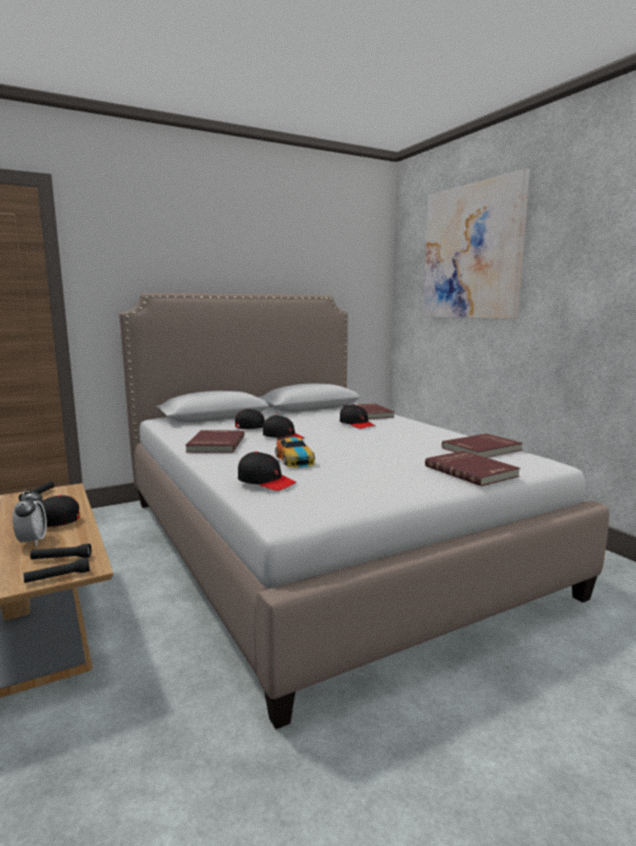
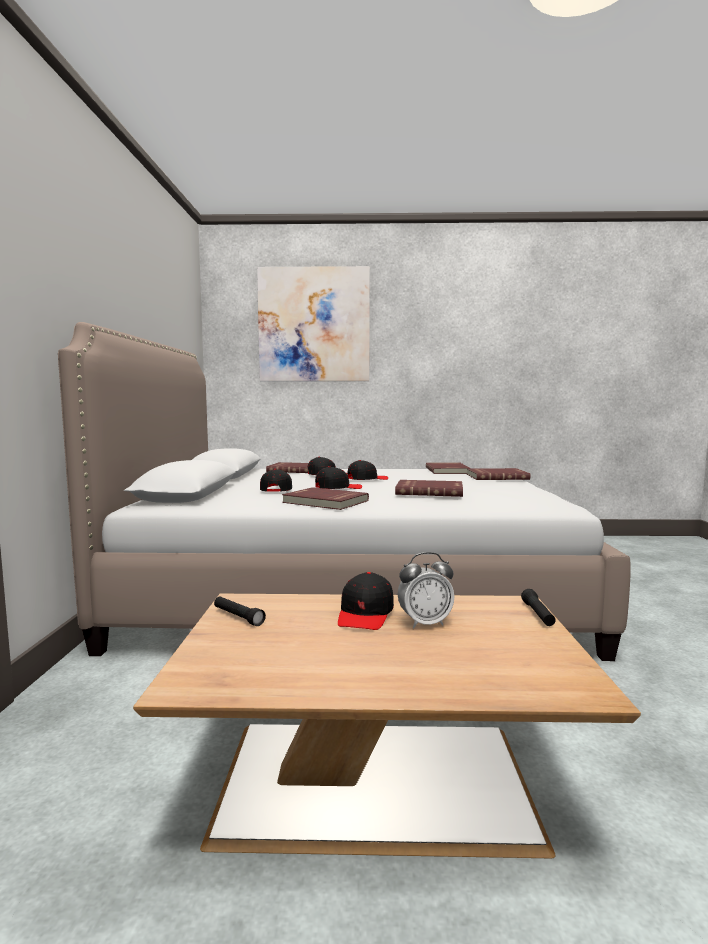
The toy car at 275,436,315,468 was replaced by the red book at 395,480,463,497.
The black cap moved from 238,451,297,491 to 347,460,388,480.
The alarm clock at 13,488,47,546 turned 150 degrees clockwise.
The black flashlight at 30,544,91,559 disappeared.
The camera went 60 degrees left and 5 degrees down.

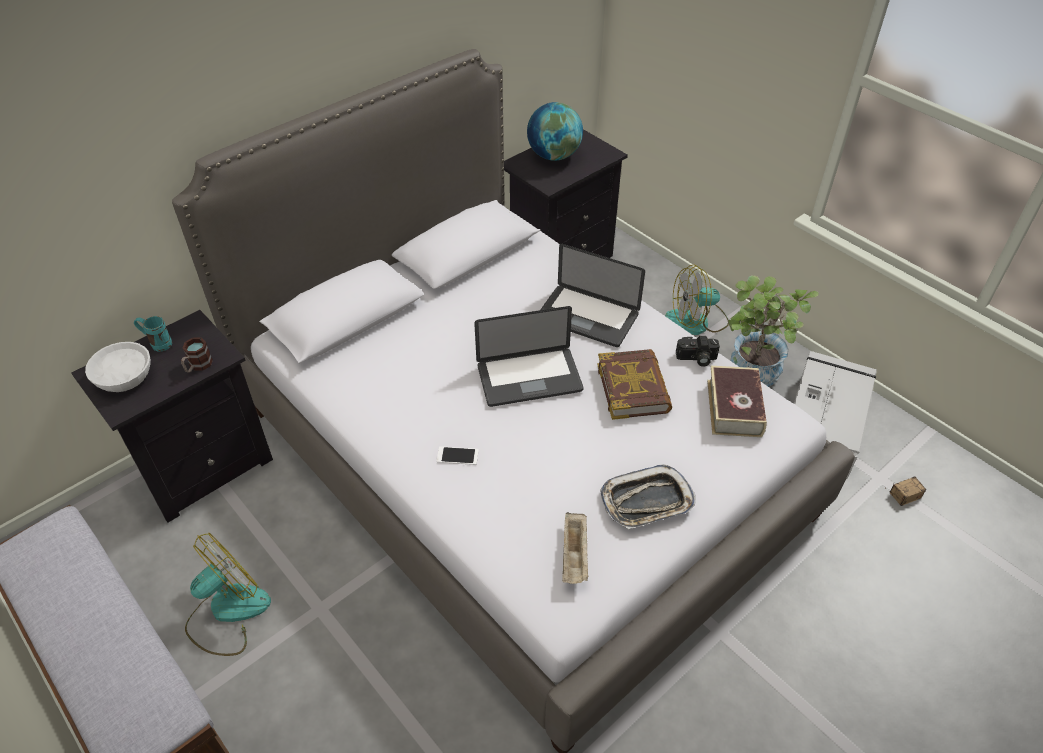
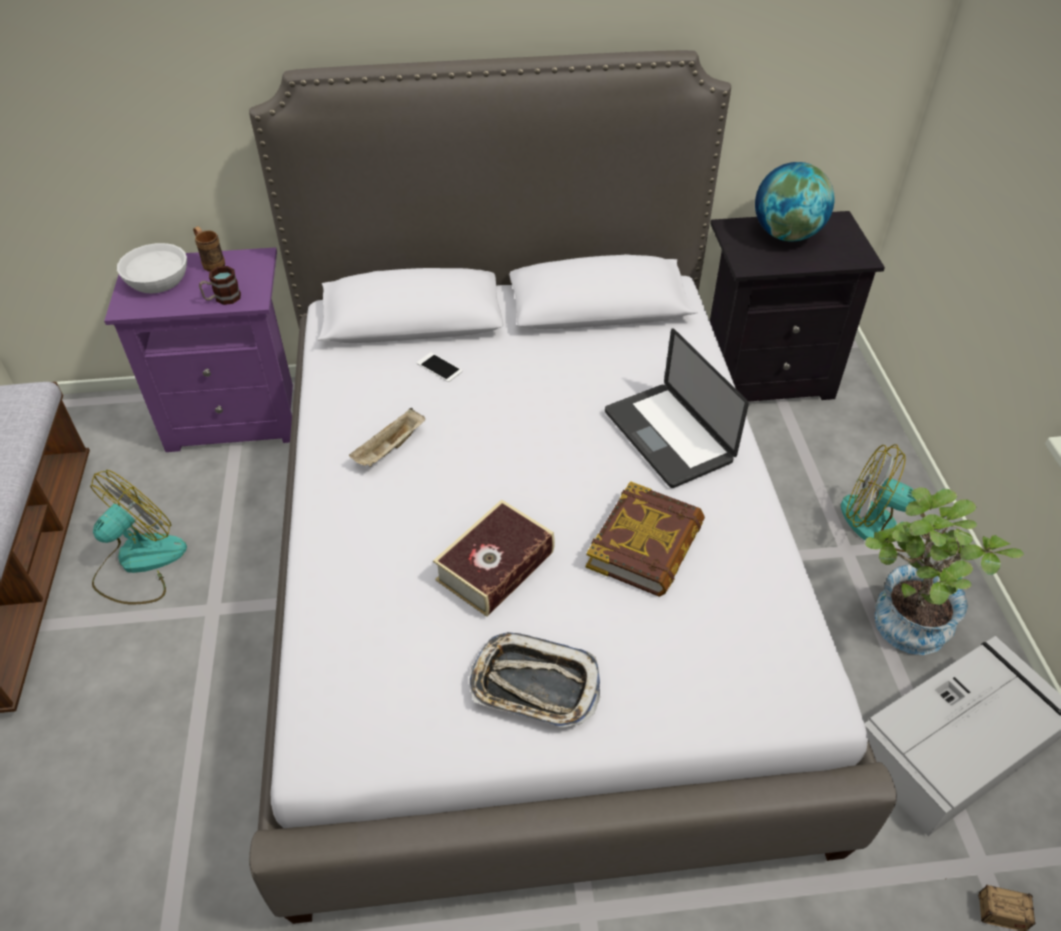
The laptop at 474,306,583,407 disappeared.
The black nightstand at 71,310,273,523 became the purple nightstand at 104,247,293,452.
The turquoise mug at 134,316,172,352 became the brown mug at 193,226,225,272.
The photo camera at 676,336,720,367 disappeared.
The book moved from 707,366,767,437 to 433,499,555,617.
The phone moved from 436,446,479,465 to 417,352,463,382.
The beige tray moved from 562,512,588,584 to 349,408,425,467.
The fan at 185,532,271,656 turned 45 degrees counterclockwise.
The camera went 35 degrees right and 0 degrees up.

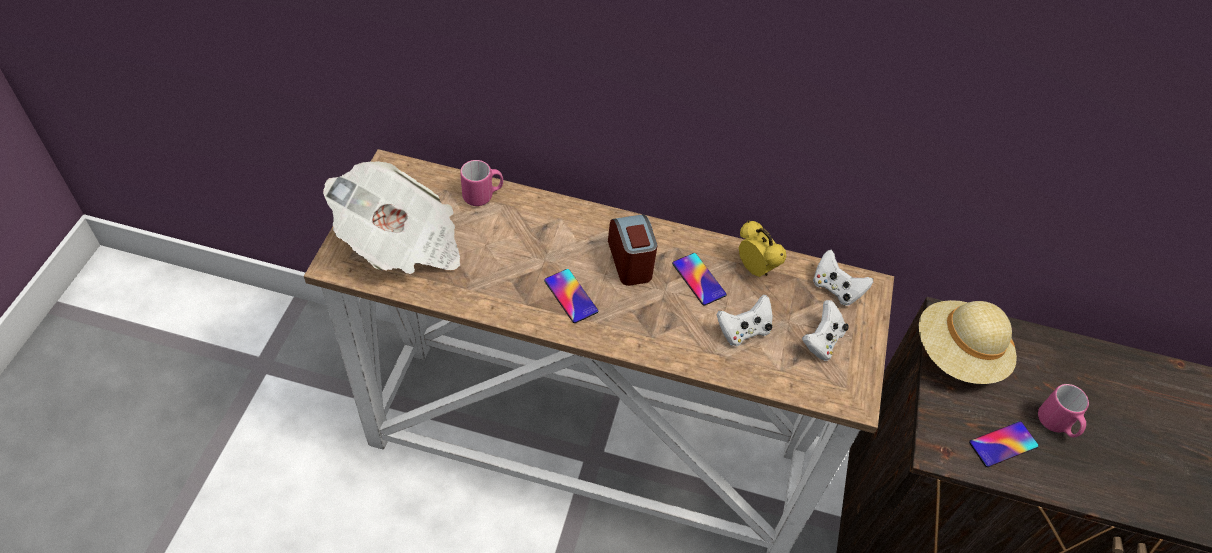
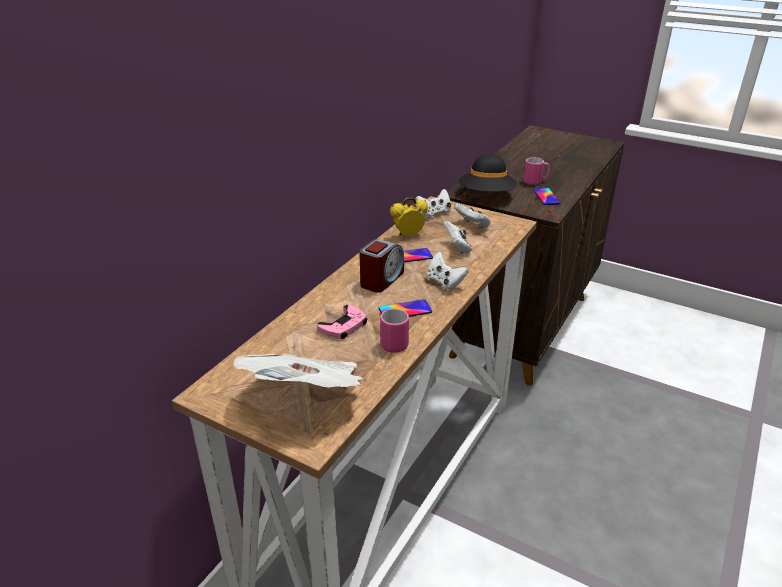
The pink mug moved from 460,160,503,206 to 380,309,409,353.
The alarm clock at 608,214,658,286 turned 120 degrees clockwise.
The beige hat at 919,300,1017,384 became the black hat at 459,155,517,192.
The white game controller at 426,252,468,291 appeared.
The pink game controller at 317,305,367,339 appeared.
The camera went 70 degrees left and 20 degrees down.

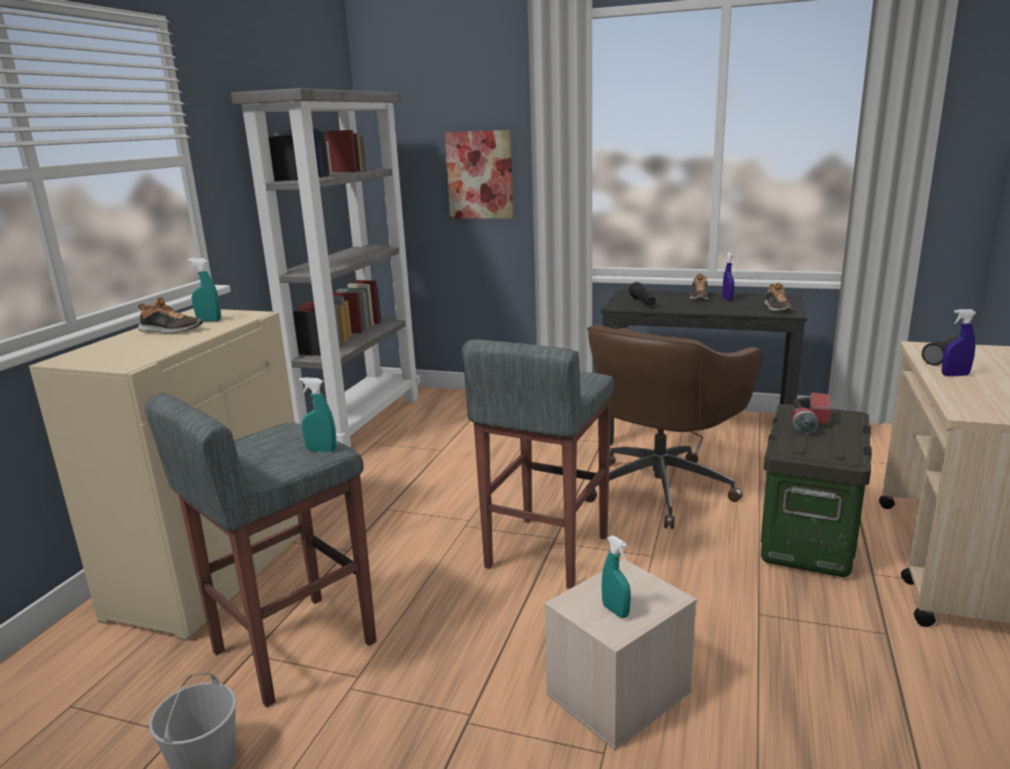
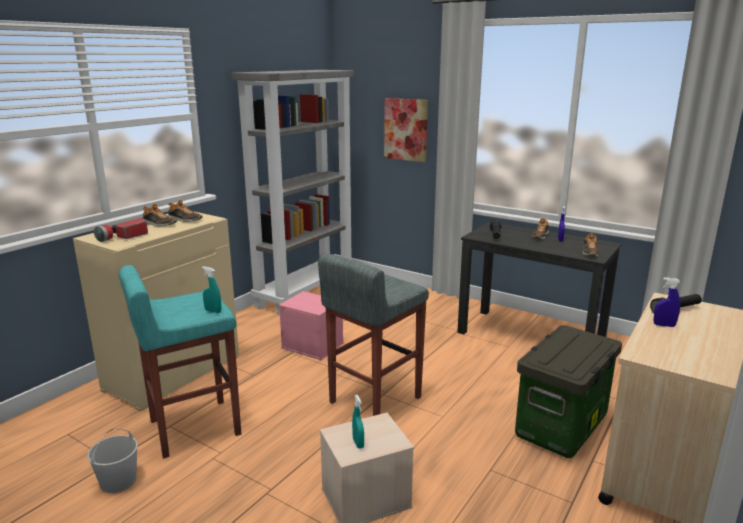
The turquoise spray bottle at 188,258,221,321 was replaced by the shoe at 168,200,203,222.
The brown office chair at 585,325,763,529 disappeared.
The flashlight moved from 791,393,832,434 to 94,218,148,242.
The grey stool at 145,394,376,708 became the turquoise stool at 119,265,241,459.
The pink storage box at 279,291,344,360 appeared.
The camera went 15 degrees right and 0 degrees up.

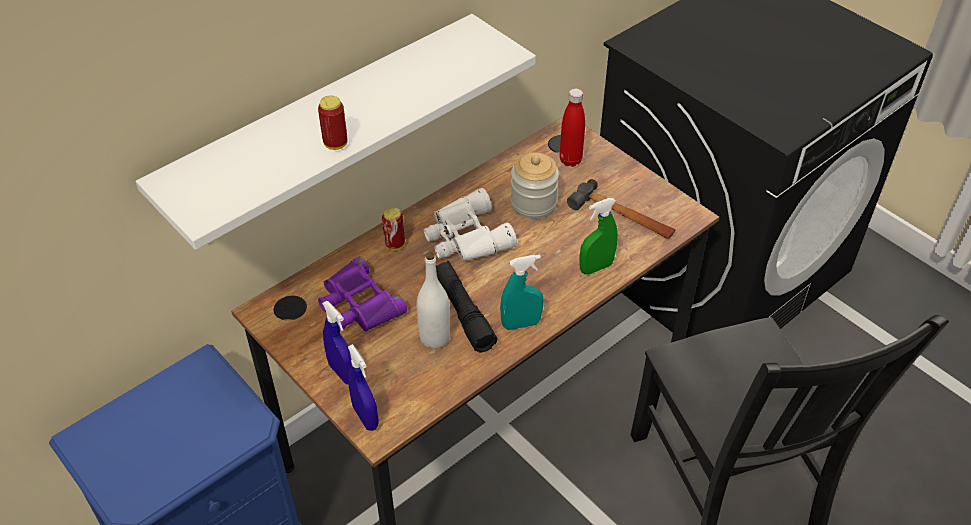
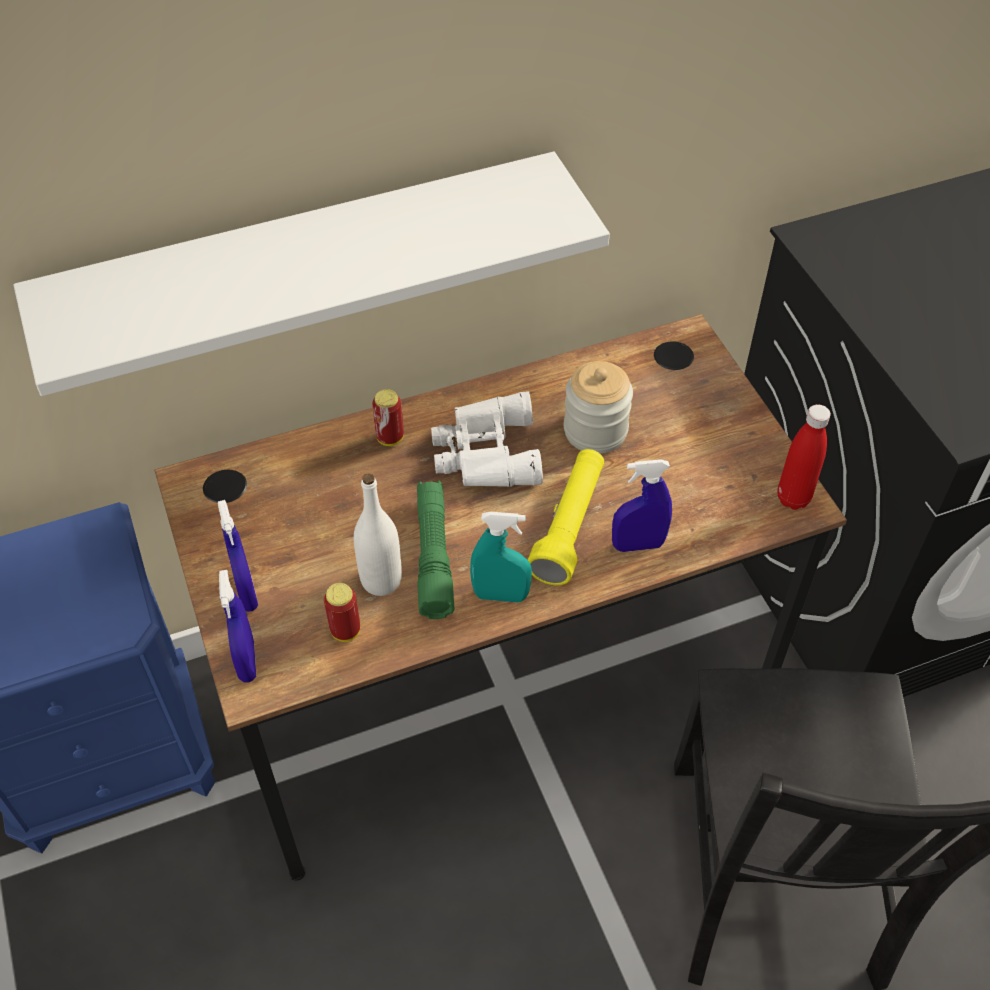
The red bottle moved from 560,88,585,167 to 777,405,831,510.
The can moved from 318,95,347,150 to 324,583,360,642.
The hammer at 567,179,676,239 disappeared.
The green spray bottle at 580,198,618,274 became the blue spray bottle at 612,459,672,552.
The purple binoculars at 318,256,407,332 disappeared.
The black flashlight at 436,261,497,352 became the green flashlight at 417,480,454,619.
The yellow flashlight at 528,449,604,585 appeared.
The camera went 20 degrees right and 5 degrees up.

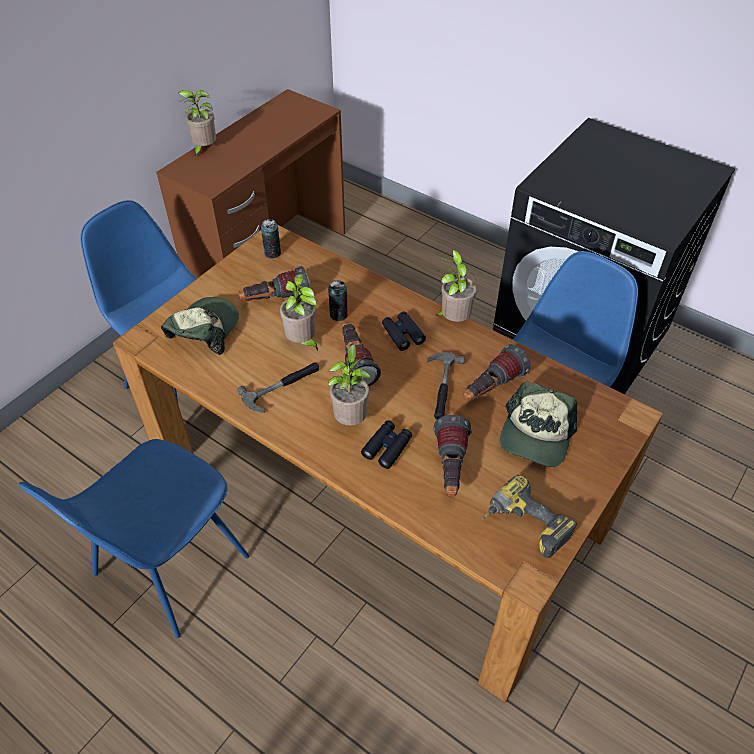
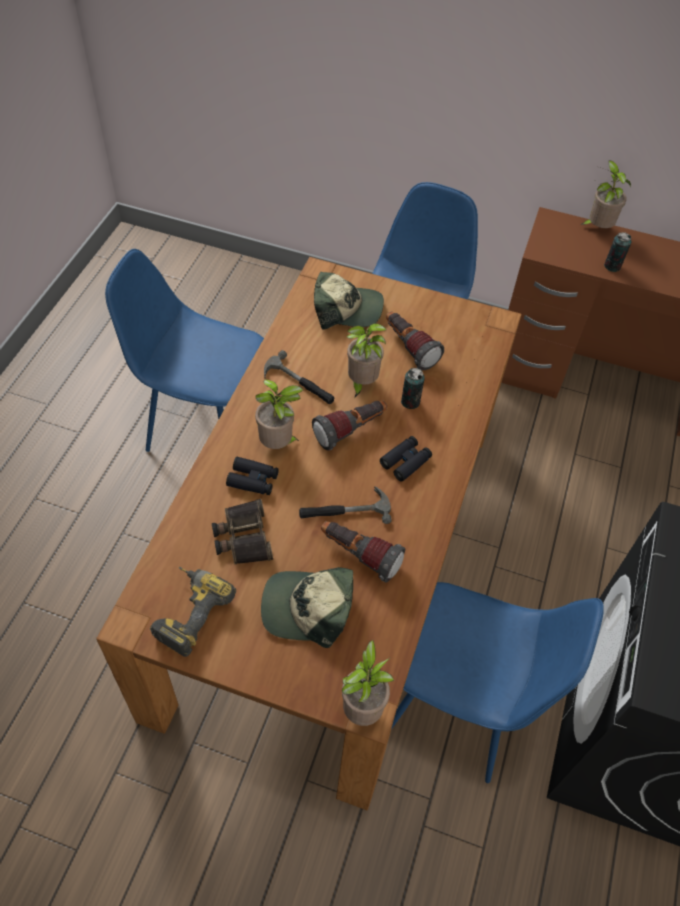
The can moved from 261,219,281,259 to 604,232,632,272.
The potted plant moved from 436,250,477,322 to 342,640,394,726.
The flashlight at 433,415,472,497 was replaced by the binoculars at 212,499,273,564.
The camera went 70 degrees right and 5 degrees up.

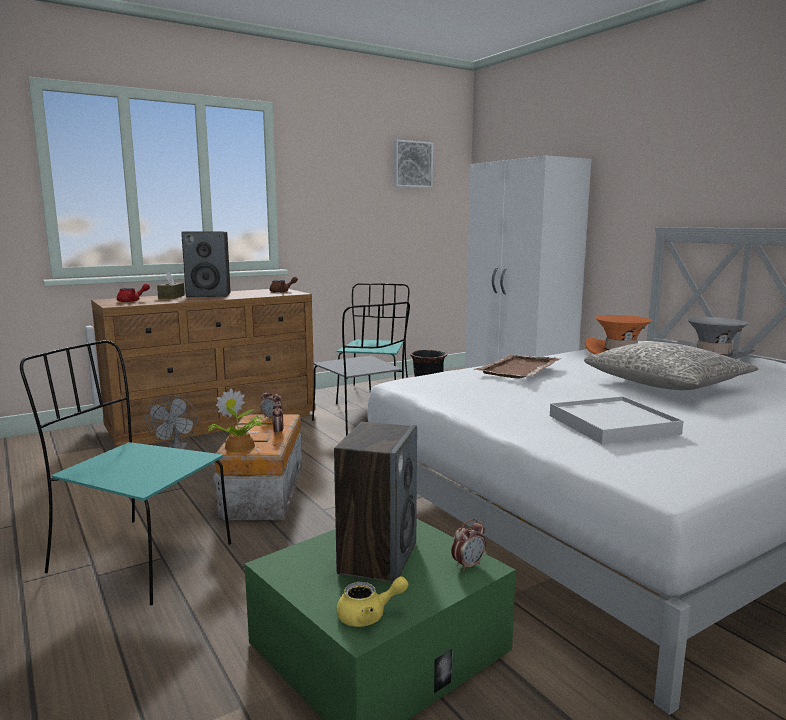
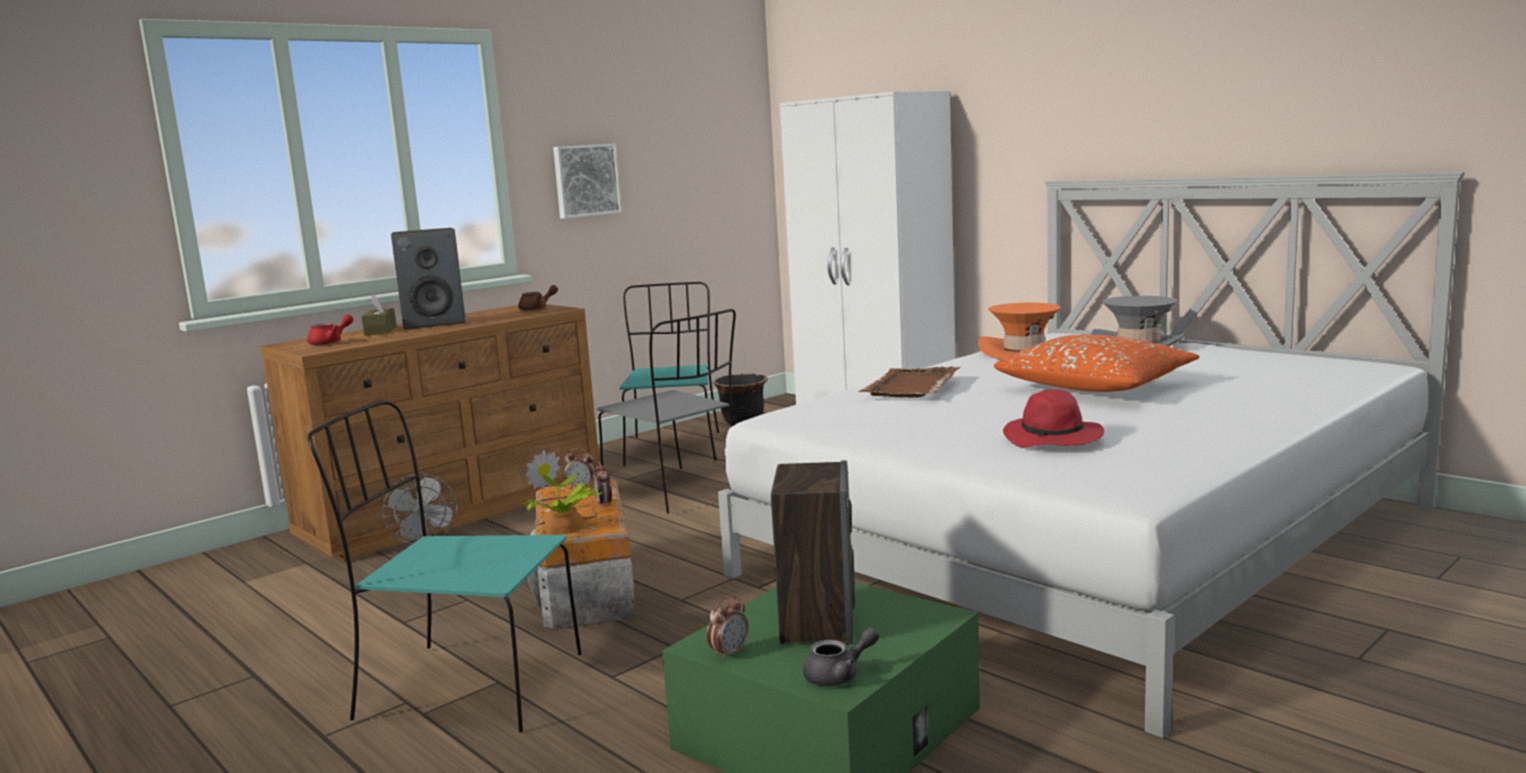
The picture moved from 394,140,433,188 to 553,144,622,219.
The grey pillow at 584,342,759,390 became the orange pillow at 994,335,1200,392.
The white tray at 550,396,683,444 was replaced by the red hat at 1003,389,1104,447.
The alarm clock moved from 451,519,486,571 to 707,595,748,661.
The yellow teapot at 336,576,408,627 became the grey teapot at 803,627,880,686.
The camera went 10 degrees left and 0 degrees up.

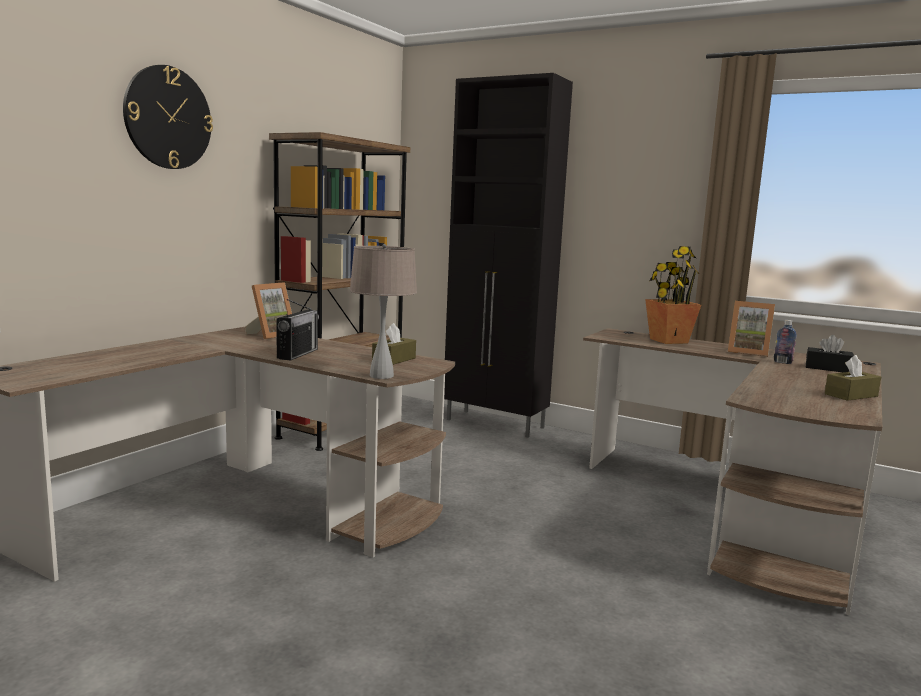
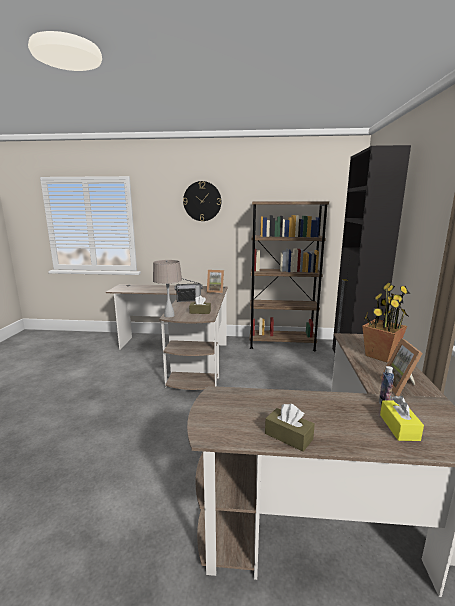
The black tissue box at 806,335,854,372 became the yellow tissue box at 380,396,424,441.
The camera went 65 degrees right and 5 degrees up.

